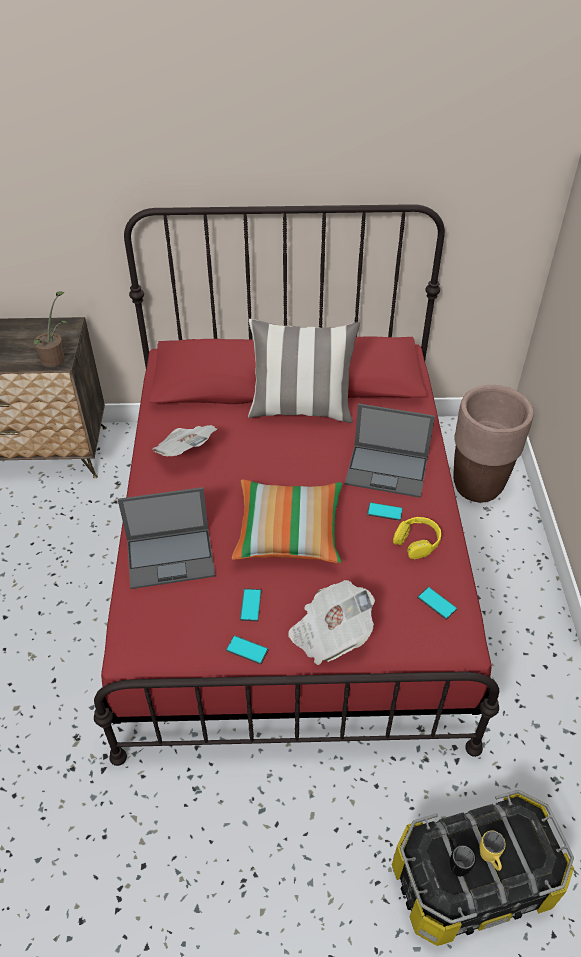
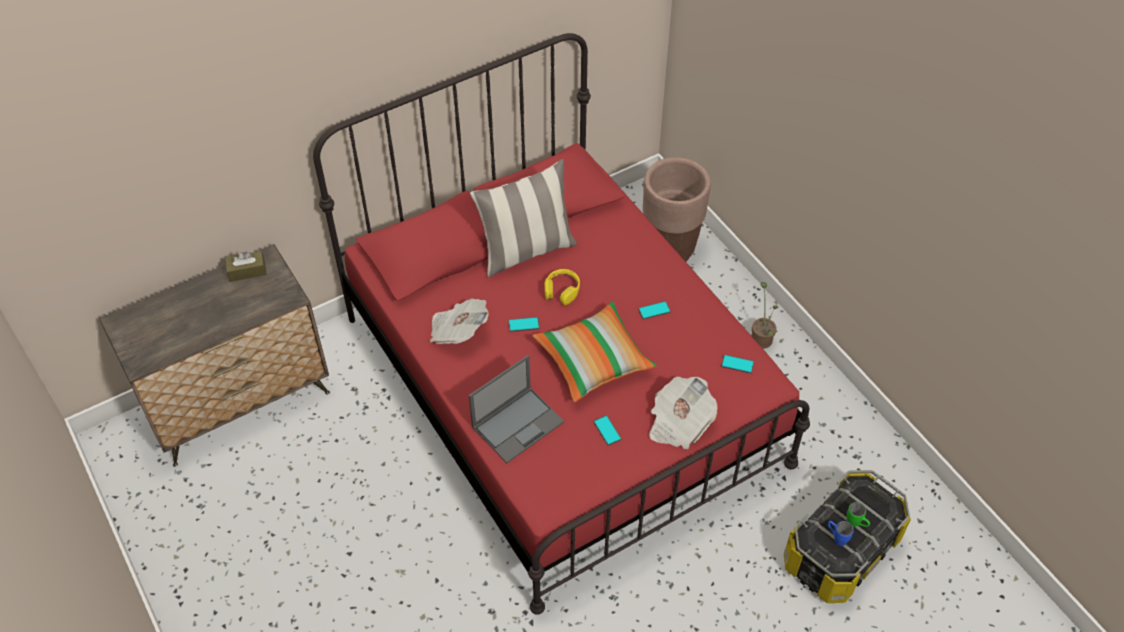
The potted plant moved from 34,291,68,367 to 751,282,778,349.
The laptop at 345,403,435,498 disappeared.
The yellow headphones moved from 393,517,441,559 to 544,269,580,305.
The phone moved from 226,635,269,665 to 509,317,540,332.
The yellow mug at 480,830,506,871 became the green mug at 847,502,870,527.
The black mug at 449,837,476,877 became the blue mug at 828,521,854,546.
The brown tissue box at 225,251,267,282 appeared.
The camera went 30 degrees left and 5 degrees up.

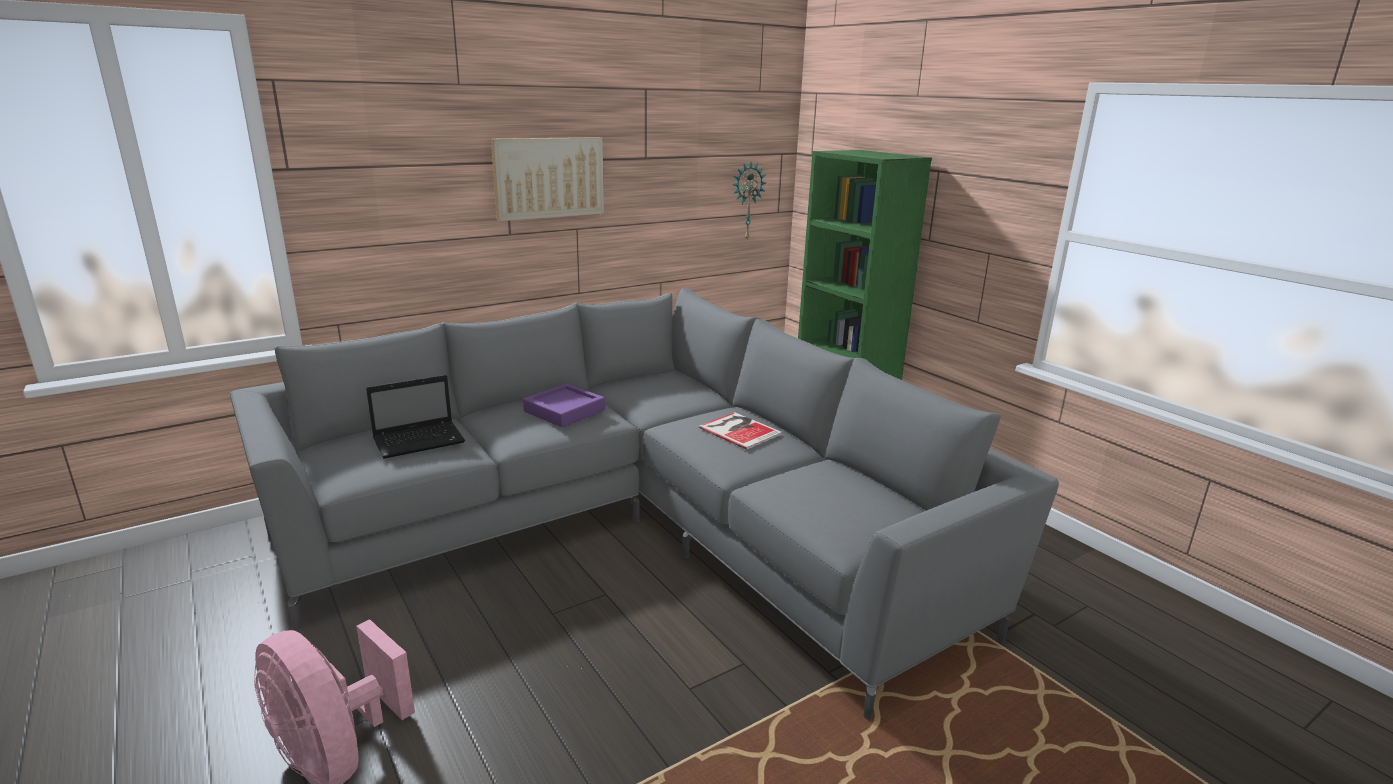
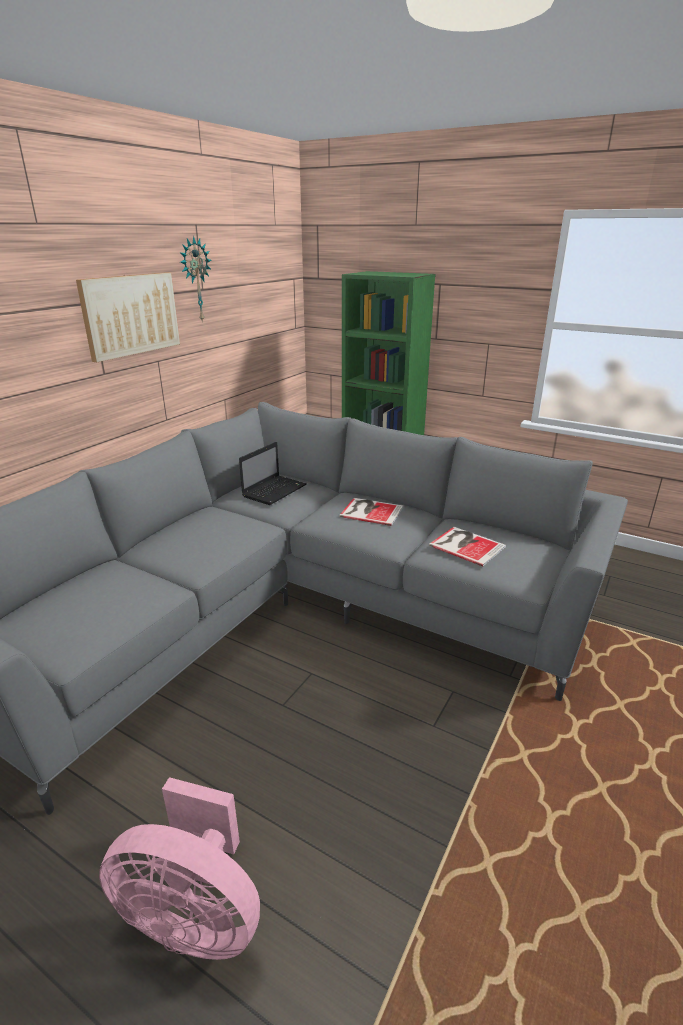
The wall clock moved from 733,162,766,239 to 179,236,211,323.
The laptop moved from 366,375,465,459 to 239,442,307,505.
The purple tray at 523,383,605,427 disappeared.
The book at 429,527,506,566 appeared.
The camera went 25 degrees left and 5 degrees up.

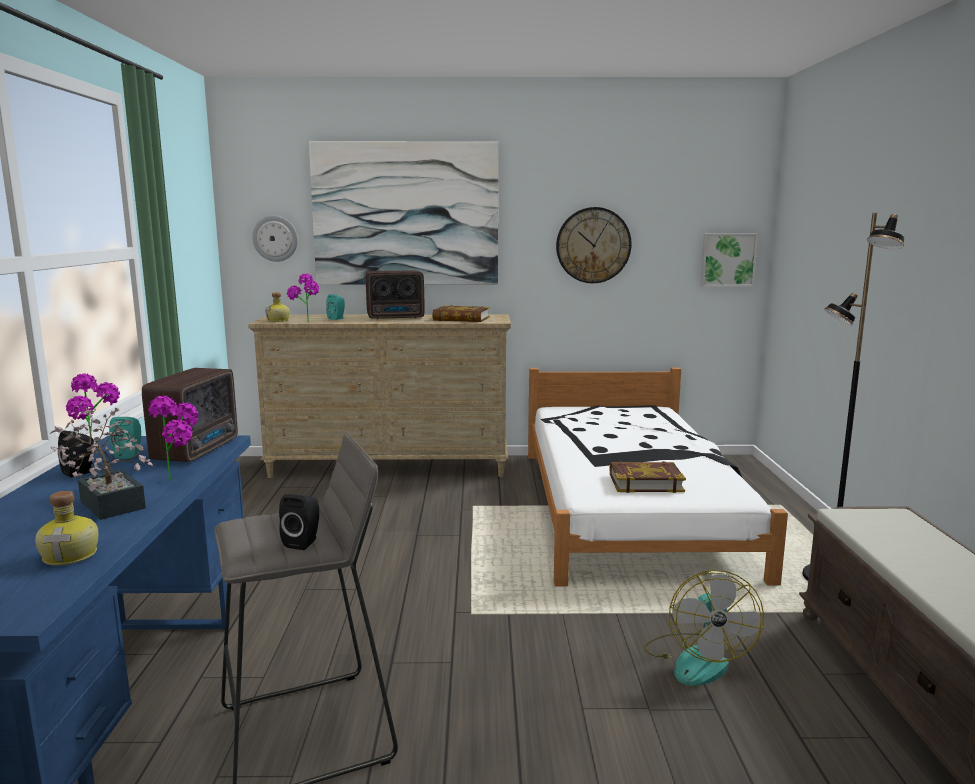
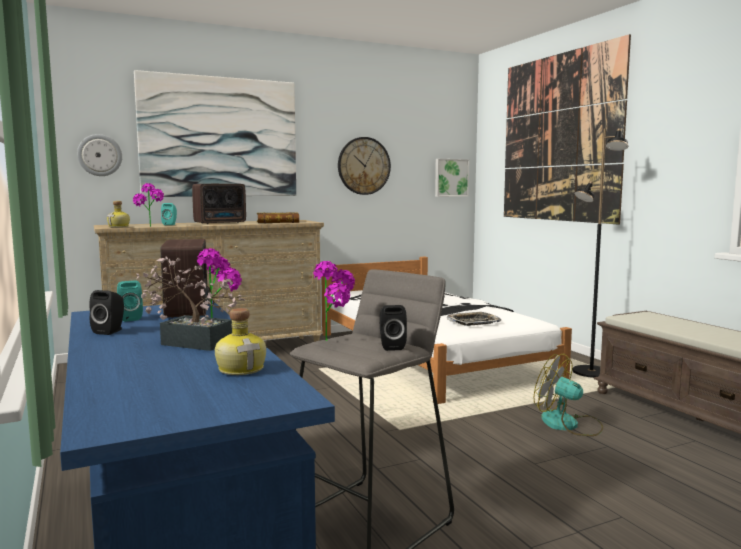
The potted plant moved from 66,373,120,437 to 314,261,355,341.
The book at 610,461,686,493 was replaced by the tray at 447,311,501,326.
The fan at 644,570,764,686 turned 150 degrees clockwise.
The picture at 504,34,631,225 appeared.
The camera went 25 degrees left and 5 degrees down.

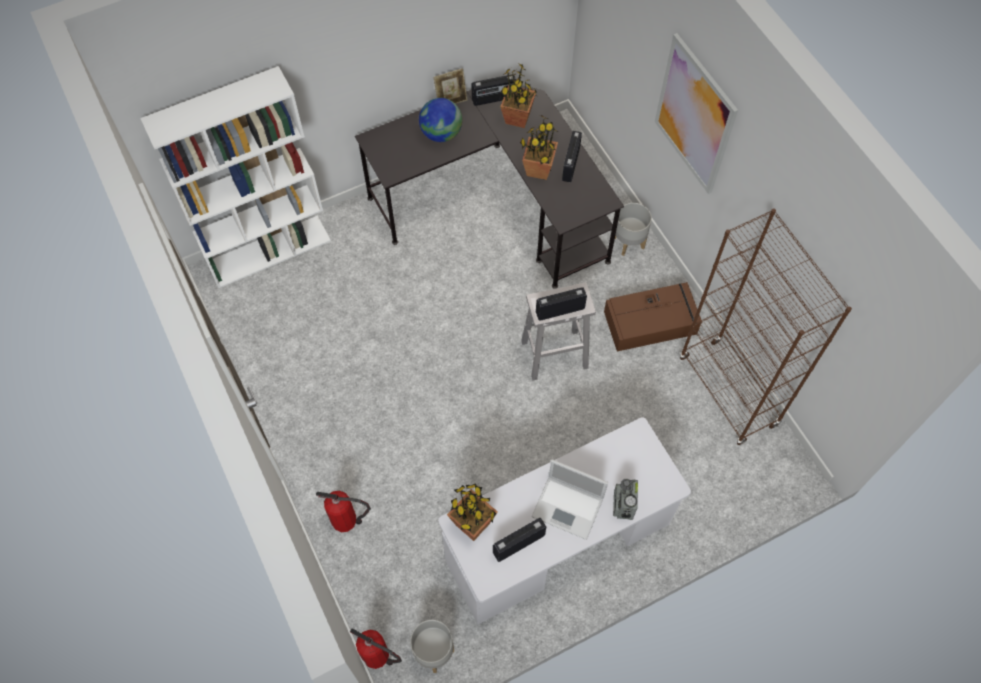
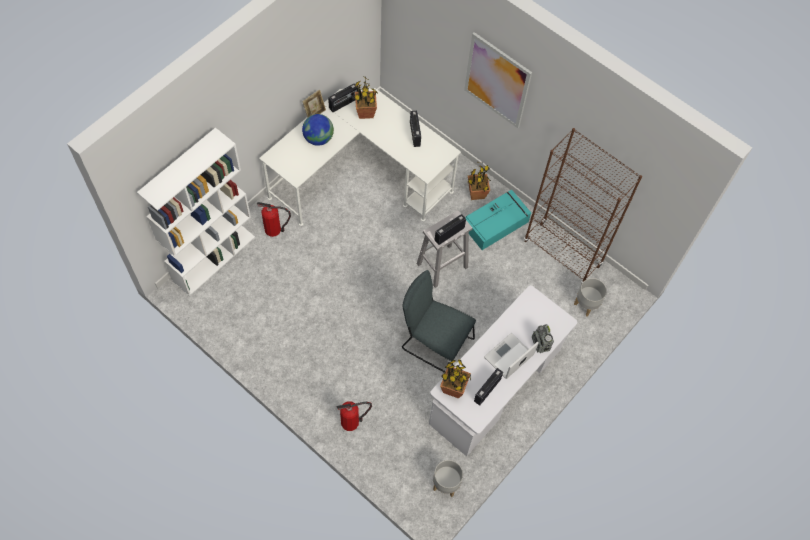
The black desk at 355,85,624,289 became the white desk at 259,88,461,226.
The potted plant moved from 520,115,558,180 to 468,162,491,200.
The grey planter moved from 615,203,652,256 to 574,278,607,316.
The brown storage box at 604,282,702,351 became the turquoise storage box at 465,190,532,250.
The laptop at 531,459,608,540 turned 135 degrees clockwise.
The fire extinguisher moved from 350,629,402,669 to 257,202,291,237.
The grey chair at 402,270,476,373 appeared.
The camera went 25 degrees left and 0 degrees up.

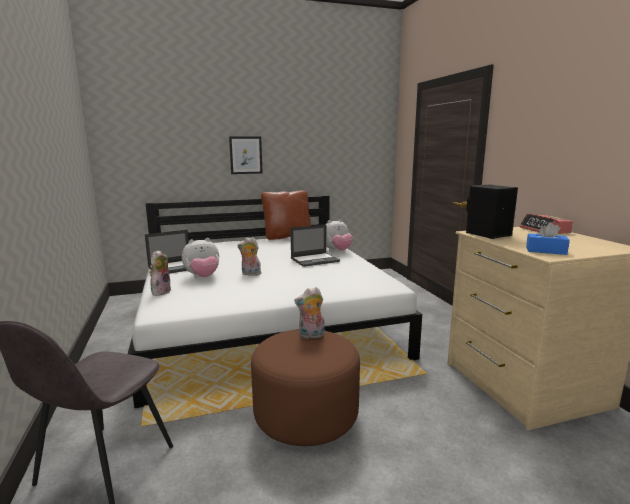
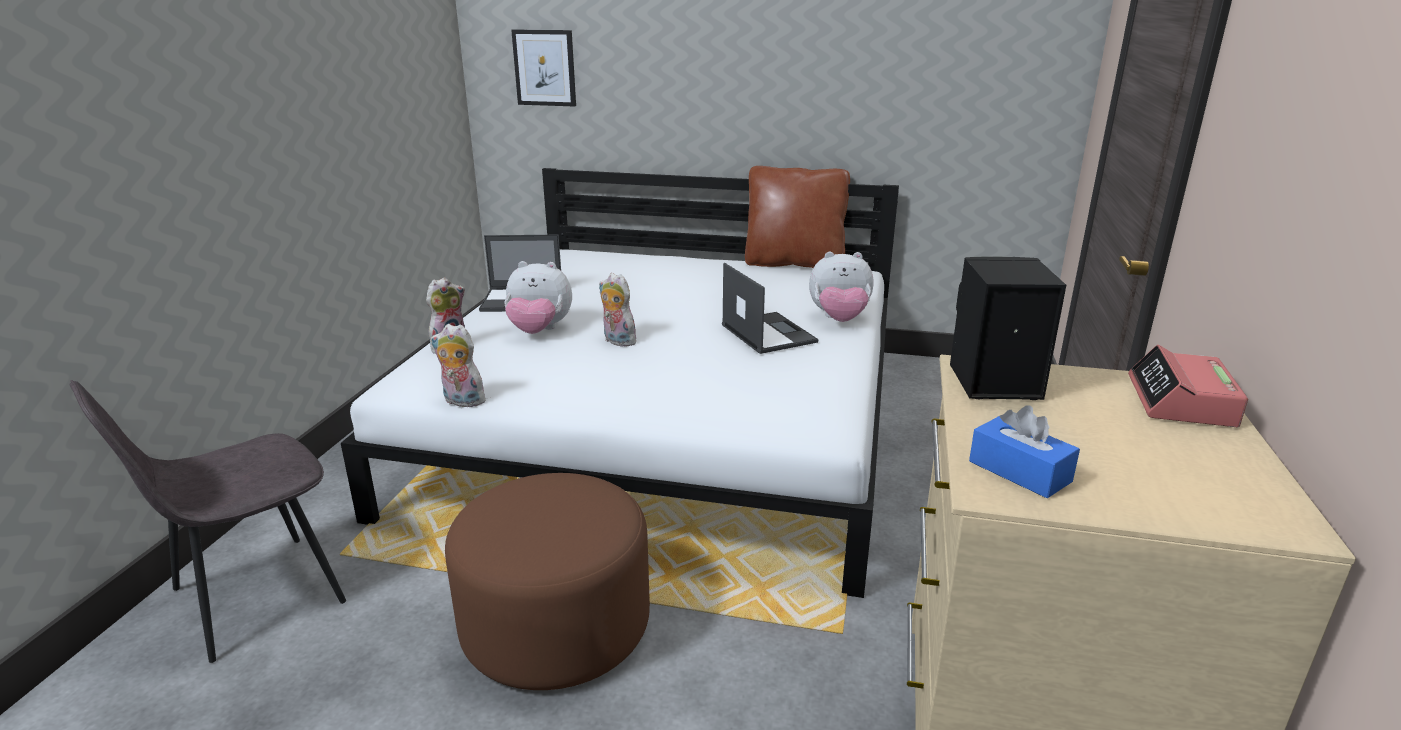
The picture moved from 229,137,263,174 to 511,29,576,106.
The laptop at 290,224,340,267 turned 120 degrees counterclockwise.
The plush toy moved from 294,287,325,339 to 431,324,486,407.
The camera went 30 degrees right and 10 degrees up.

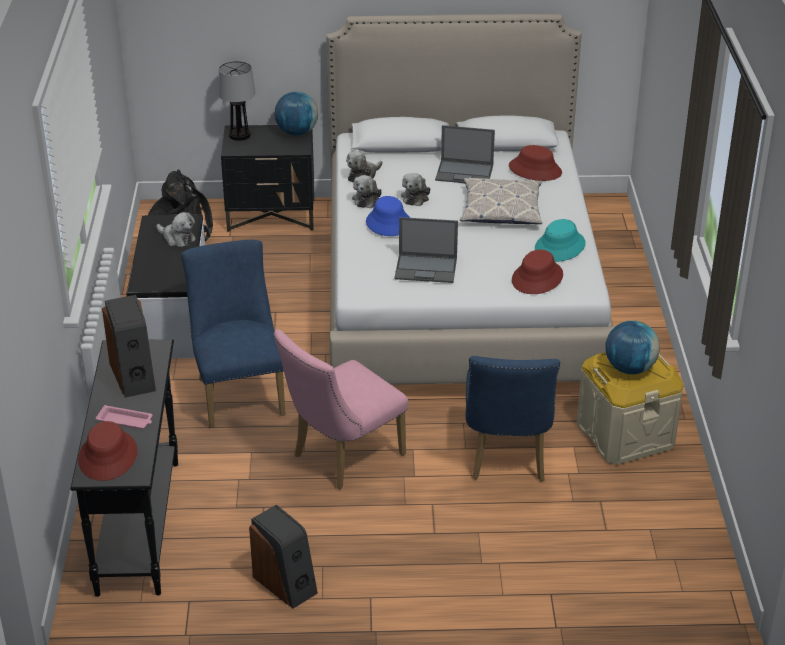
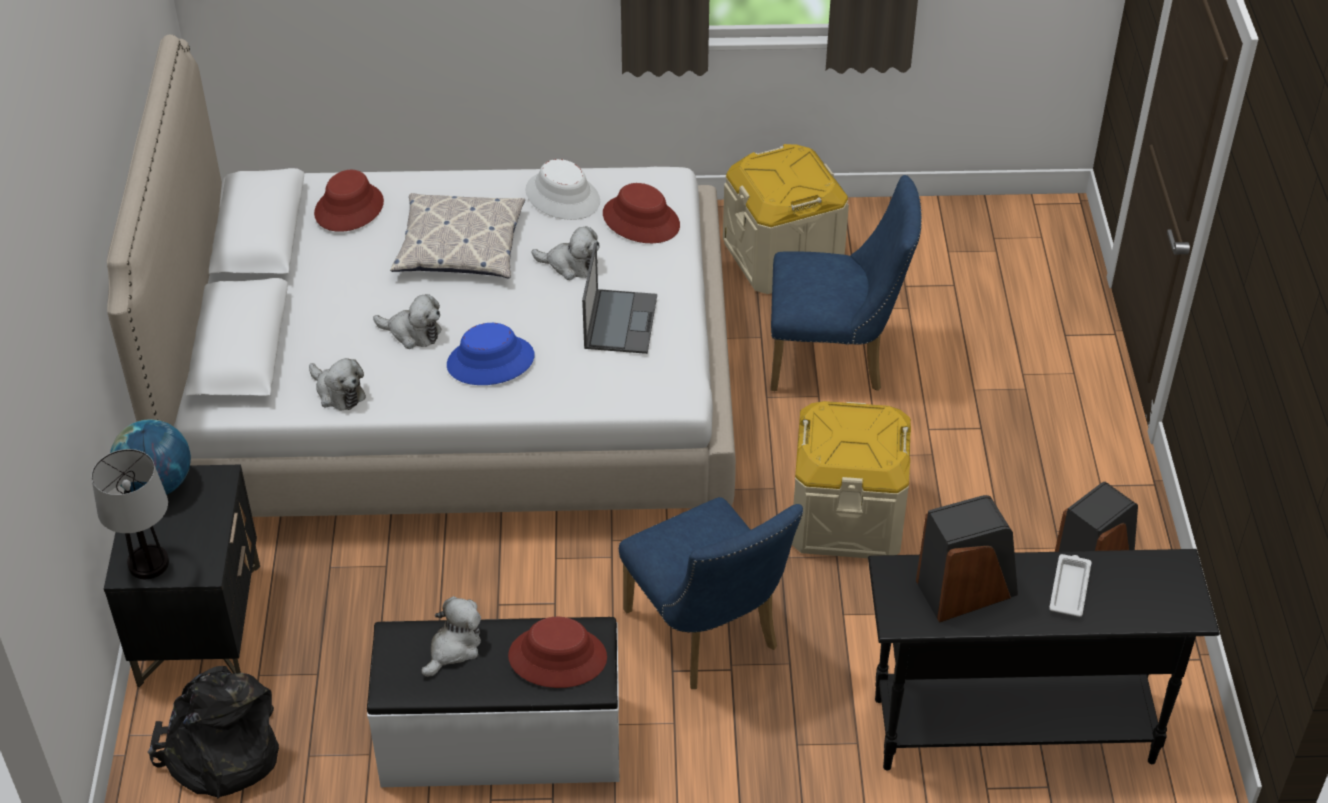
The laptop at 435,125,495,183 disappeared.
The plush toy moved from 352,175,382,208 to 531,226,600,280.
The turquoise hat at 535,219,585,262 became the white hat at 525,159,600,220.
The blue chair at 181,240,285,428 turned 105 degrees counterclockwise.
The globe at 605,320,660,374 disappeared.
The pink chair at 274,329,408,489 was replaced by the beige storage box at 792,401,911,558.
The pink tray at 96,405,153,429 became the white tray at 1049,554,1091,617.
The red hat moved from 78,421,137,481 to 508,617,607,688.
The camera went 90 degrees left and 10 degrees up.

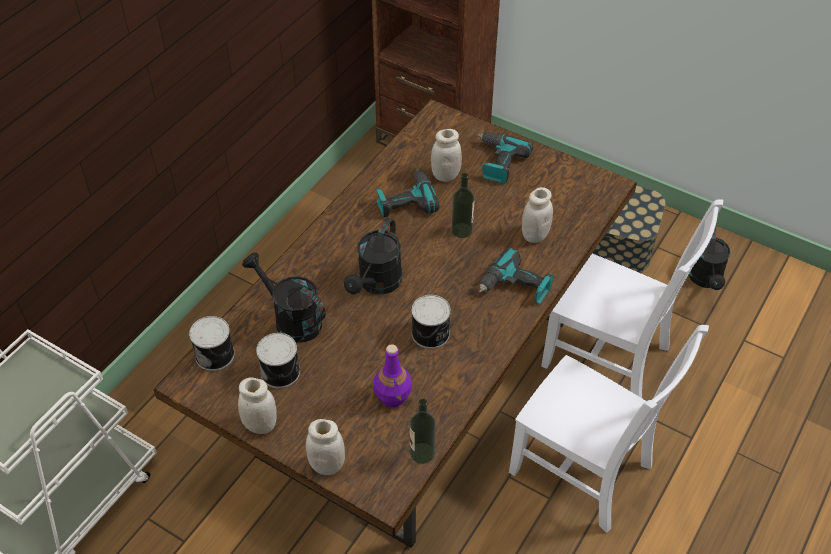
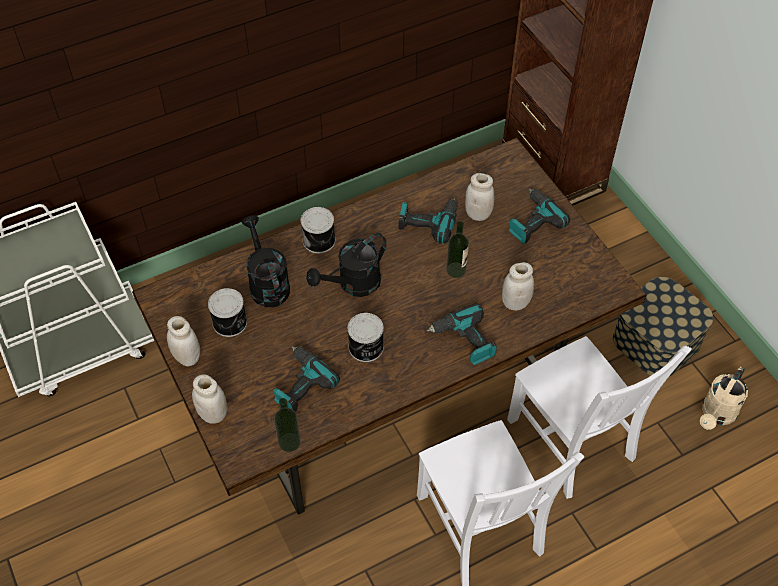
The black watering can at 689,228,730,290 became the beige watering can at 700,366,748,430.
The can moved from 189,316,235,371 to 301,207,335,253.
The purple bottle at 374,344,412,407 was replaced by the power drill at 273,346,340,412.
The camera went 30 degrees right and 5 degrees up.

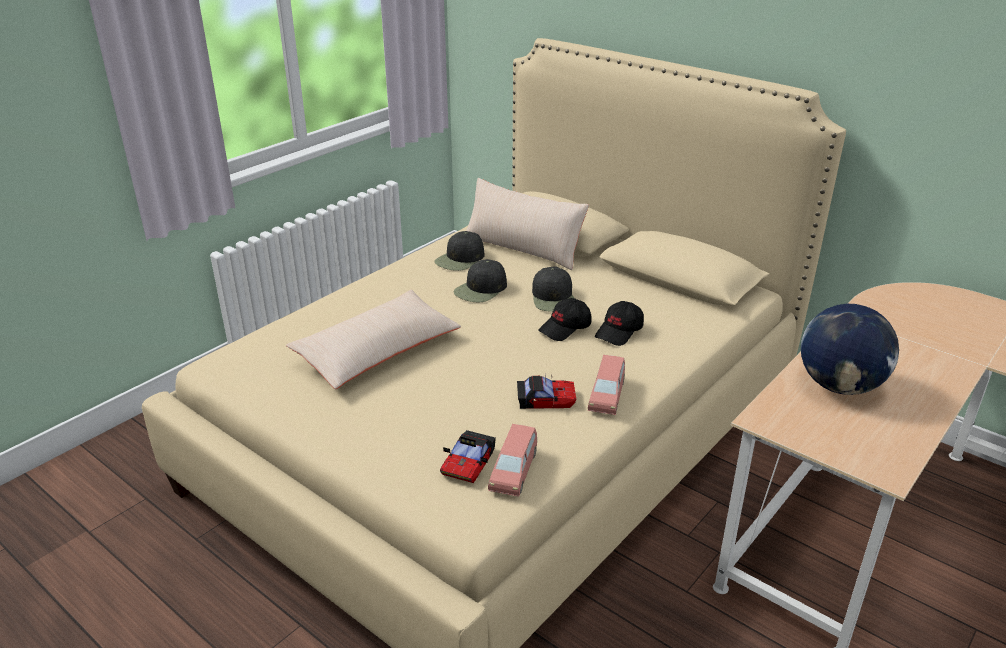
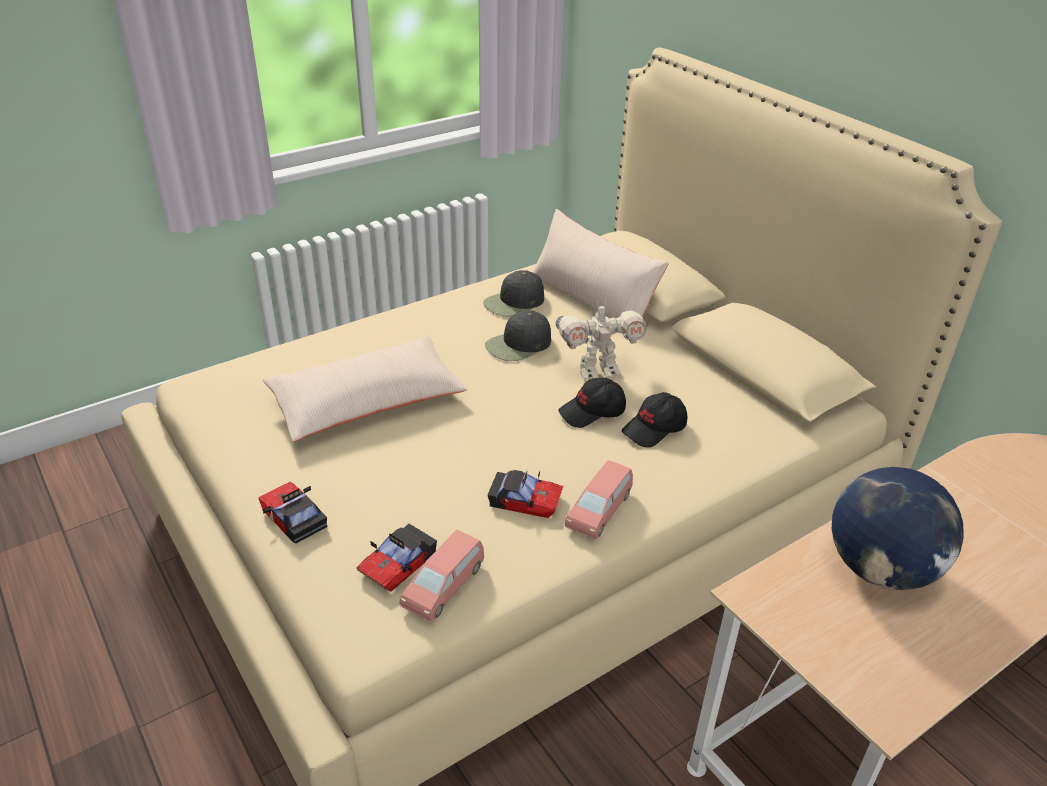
The black cap at 532,267,574,312 was replaced by the toy robot at 556,299,647,379.
The toy car at 258,481,327,544 appeared.
The camera went 15 degrees right and 5 degrees up.

